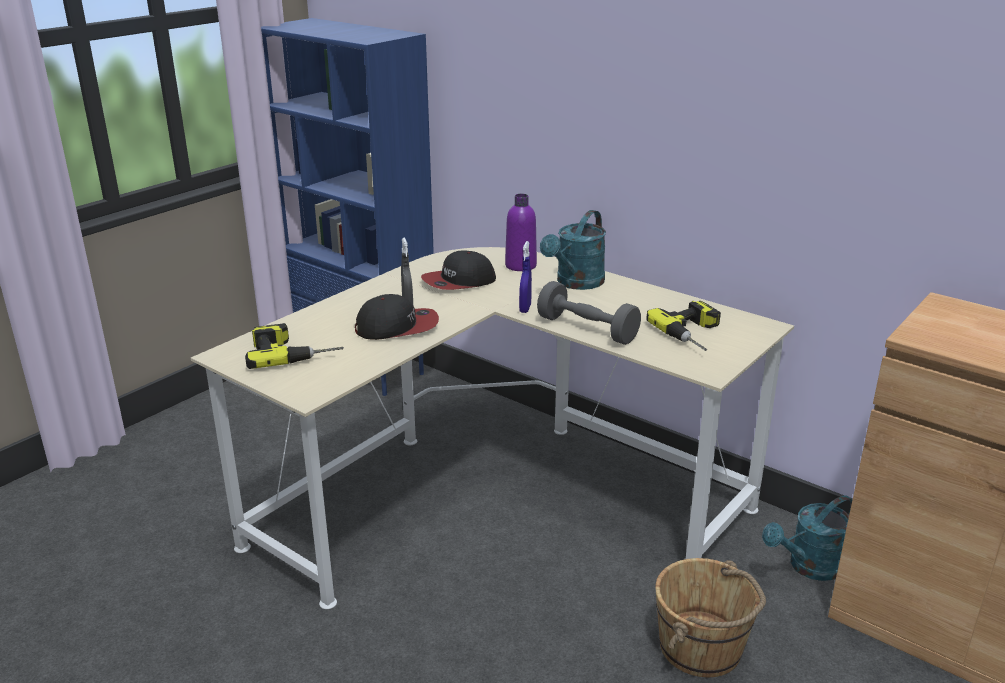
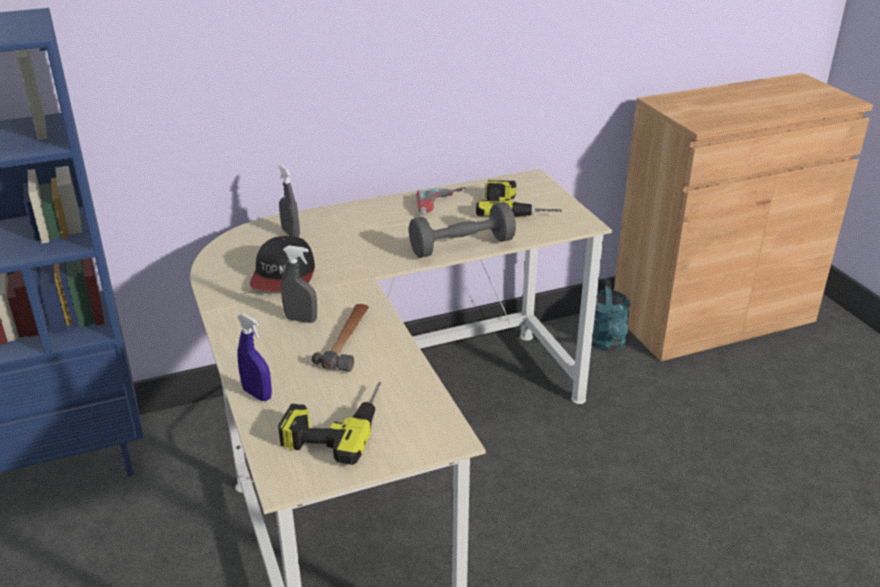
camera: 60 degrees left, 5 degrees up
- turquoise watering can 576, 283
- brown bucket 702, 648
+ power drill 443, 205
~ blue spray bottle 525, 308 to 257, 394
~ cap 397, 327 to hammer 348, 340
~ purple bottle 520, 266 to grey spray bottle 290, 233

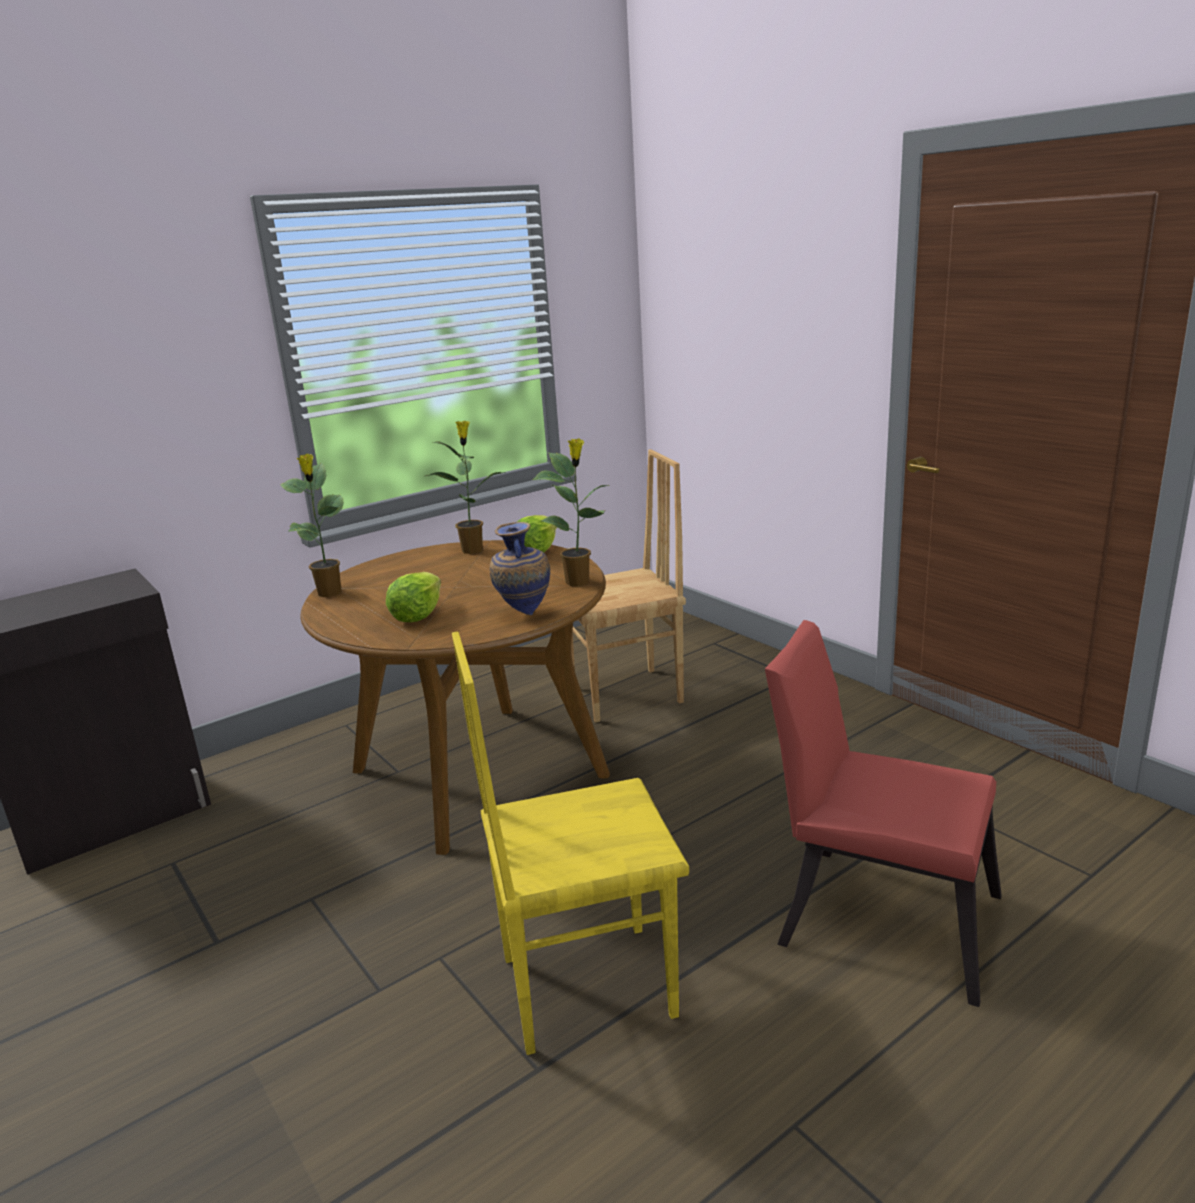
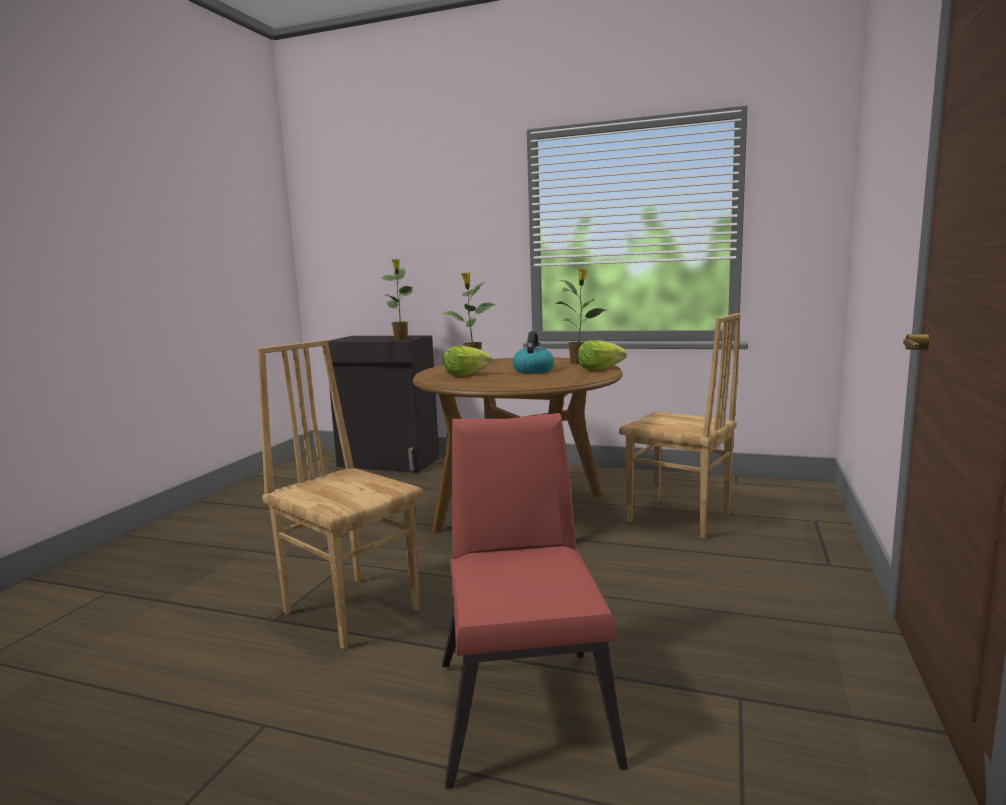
camera: 55 degrees right, 10 degrees down
- vase 523, 614
+ kettle 533, 370
~ potted plant 579, 582 to 401, 339
~ yellow chair 585, 984 to brown chair 352, 609

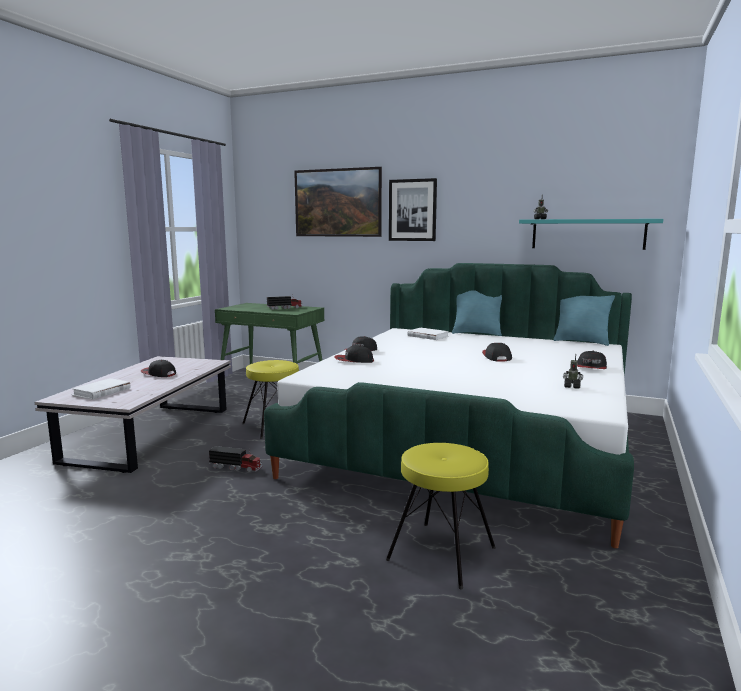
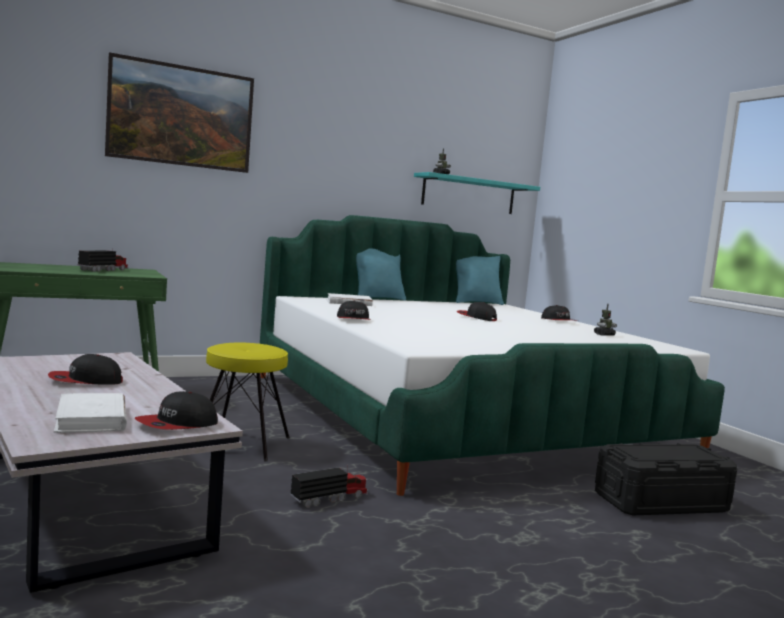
camera: 50 degrees left, 5 degrees down
- picture 412, 210
~ cap 353, 360 to 177, 424
~ yellow stool 442, 554 to black storage box 661, 502

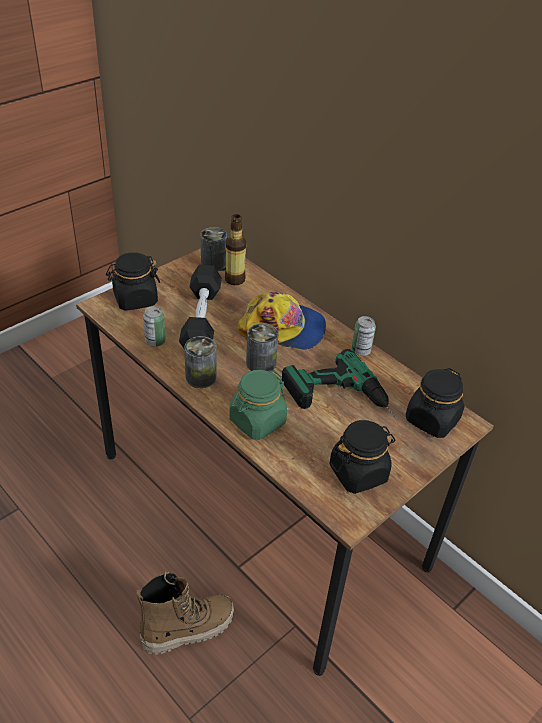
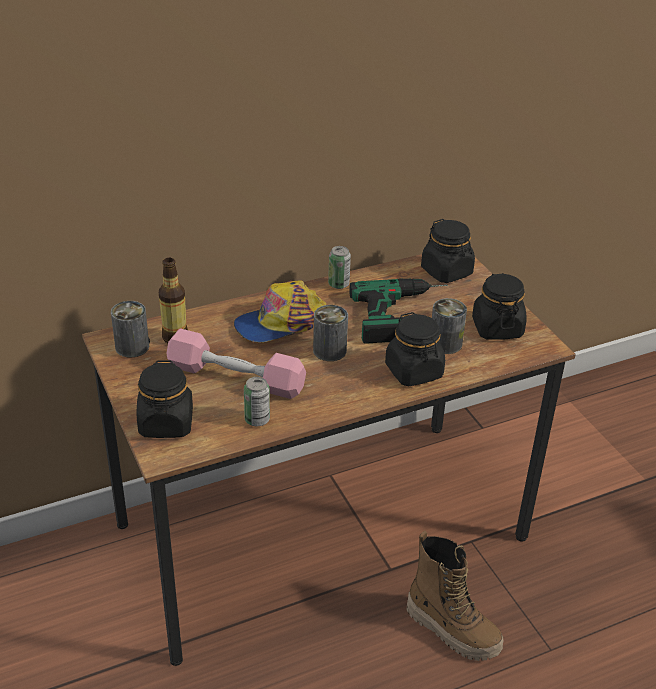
camera: 70 degrees left, 5 degrees down
~ can 201, 377 to 445, 343
~ black dumbbell 201, 320 to pink dumbbell 235, 377
~ green jar 257, 421 to black jar 414, 371
~ boot 188, 628 = 452, 629 135 degrees clockwise
~ cap 283, 328 = 281, 323 150 degrees counterclockwise

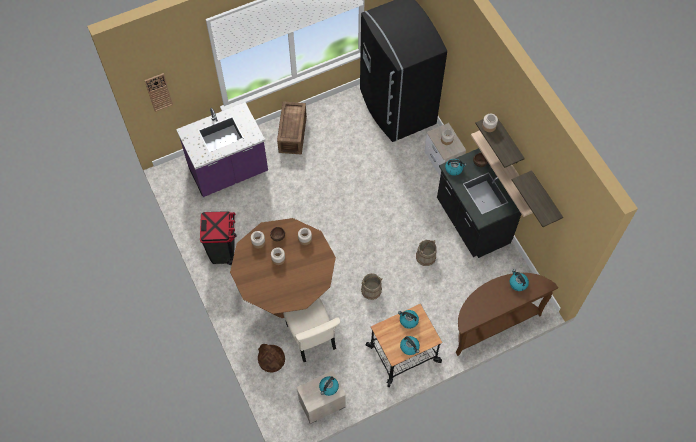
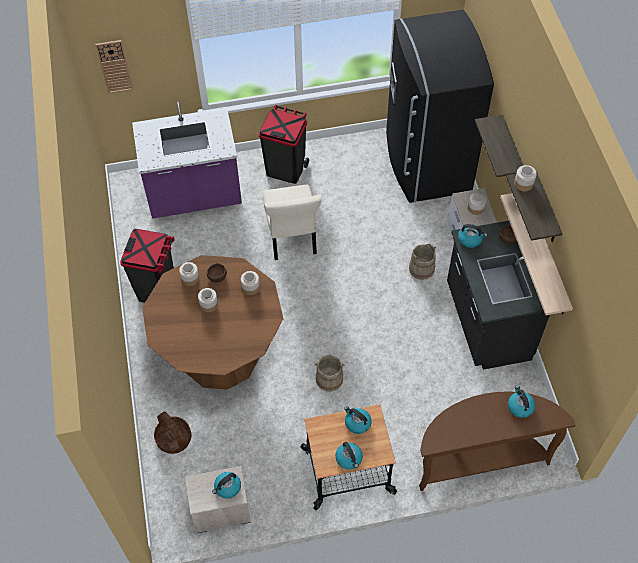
camera: 15 degrees right, 5 degrees down
~ beige chair 312, 339 to 291, 238
~ beige bucket 426, 257 to 421, 269
~ shelf 545, 198 to 511, 151
~ crate 291, 134 to black trash can 285, 169

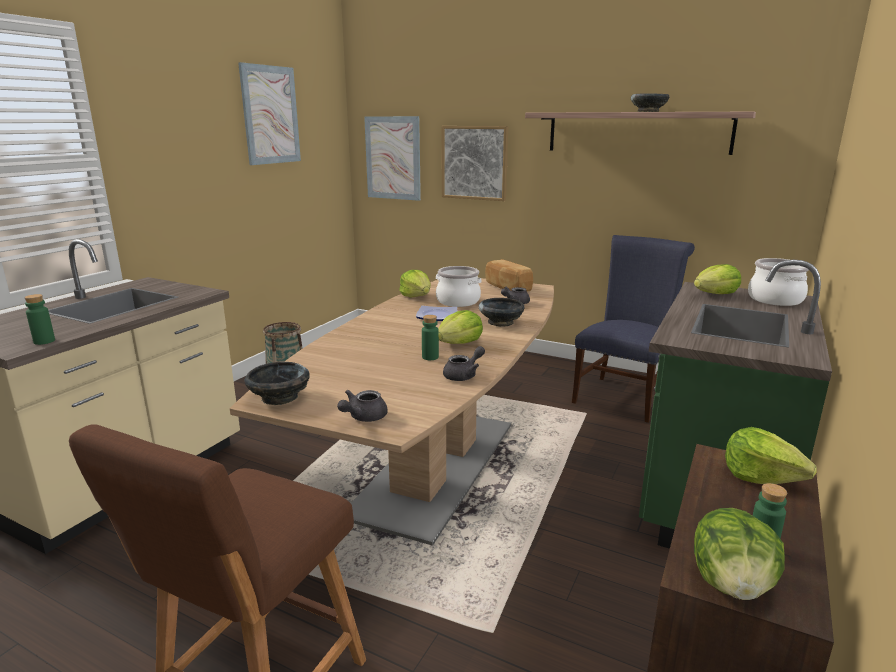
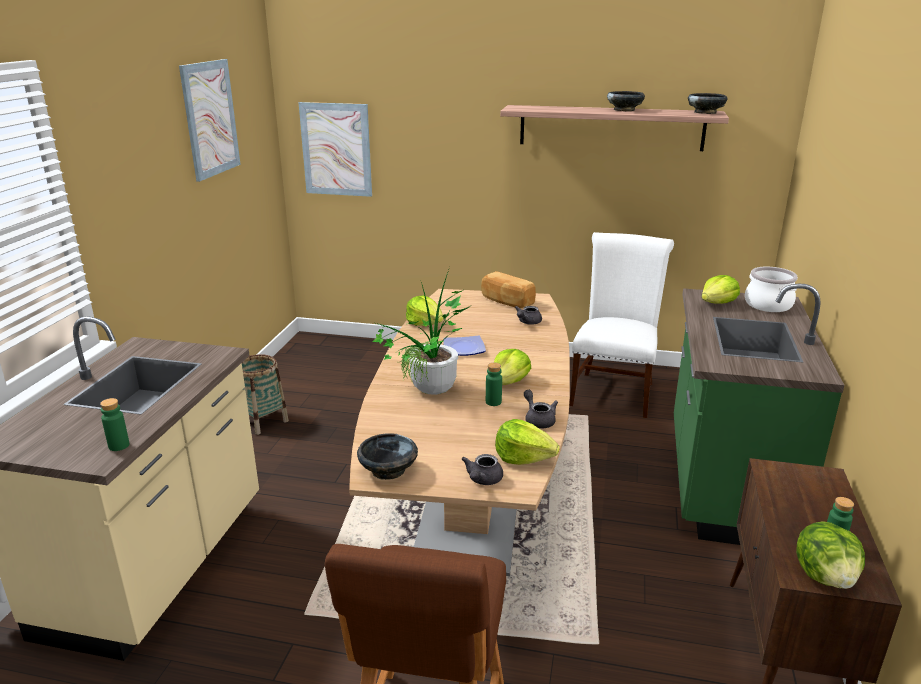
camera: 15 degrees left, 5 degrees up
- cooking pot 458, 301
- picture 474, 163
+ potted plant 430, 394
~ black bowl 501, 322 to 705, 112
~ lettuce 760, 476 to 523, 457
~ blue chair 623, 396 to white chair 613, 391
~ grey teapot 464, 375 = 538, 420 60 degrees counterclockwise

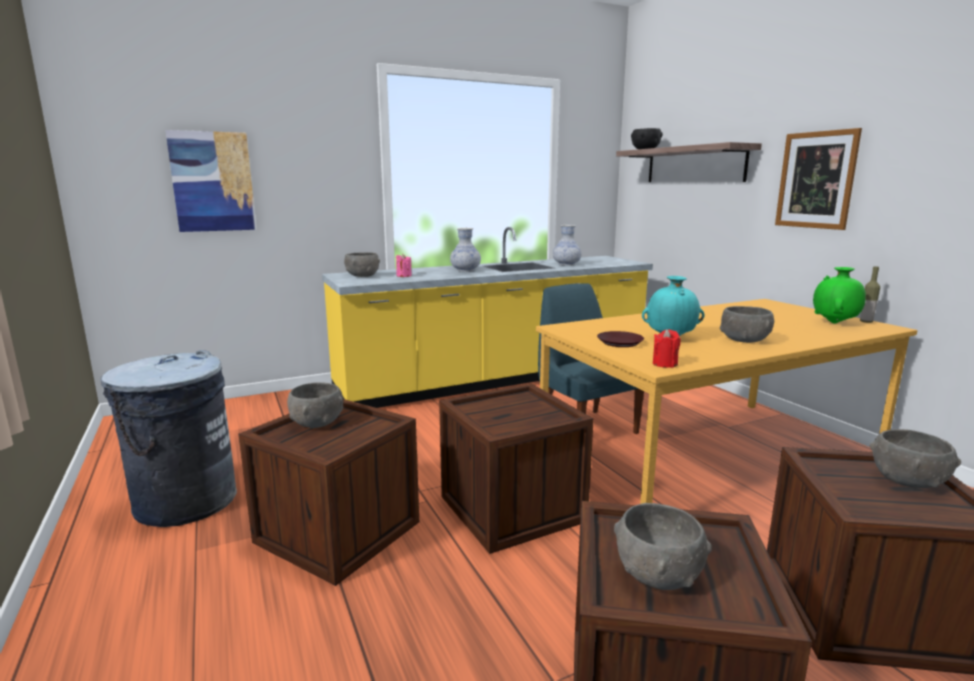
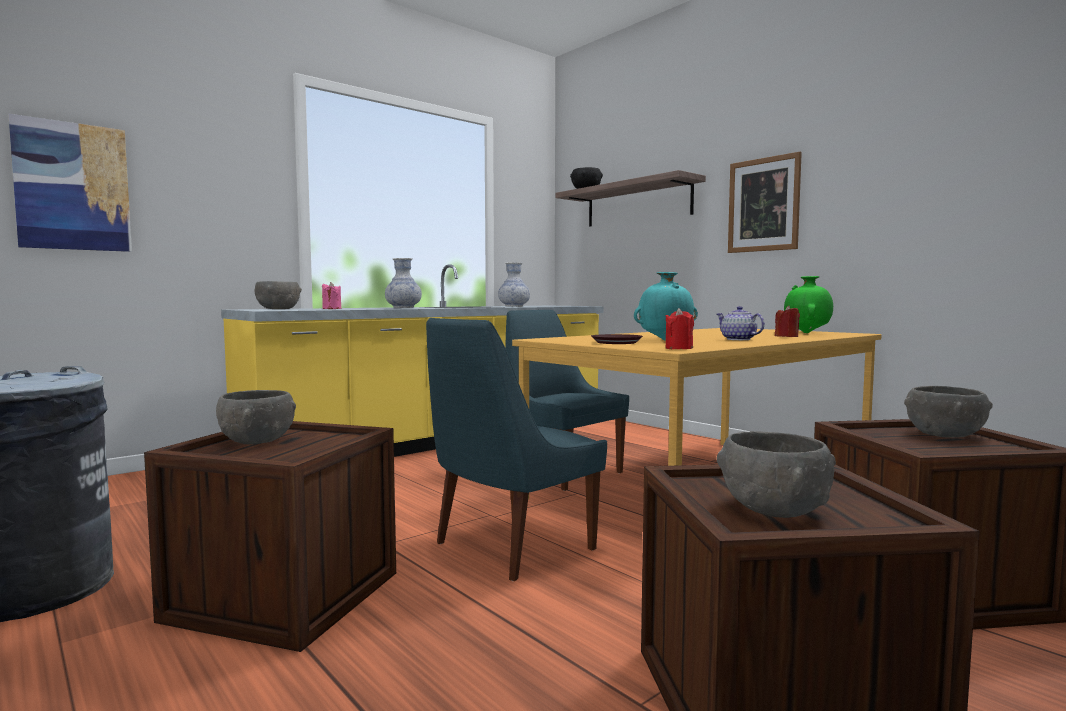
camera: 15 degrees left, 10 degrees down
- bottle 866, 322
+ red candle 786, 336
~ crate 511, 508 to blue chair 509, 548
~ grey bowl 744, 340 to teapot 738, 339

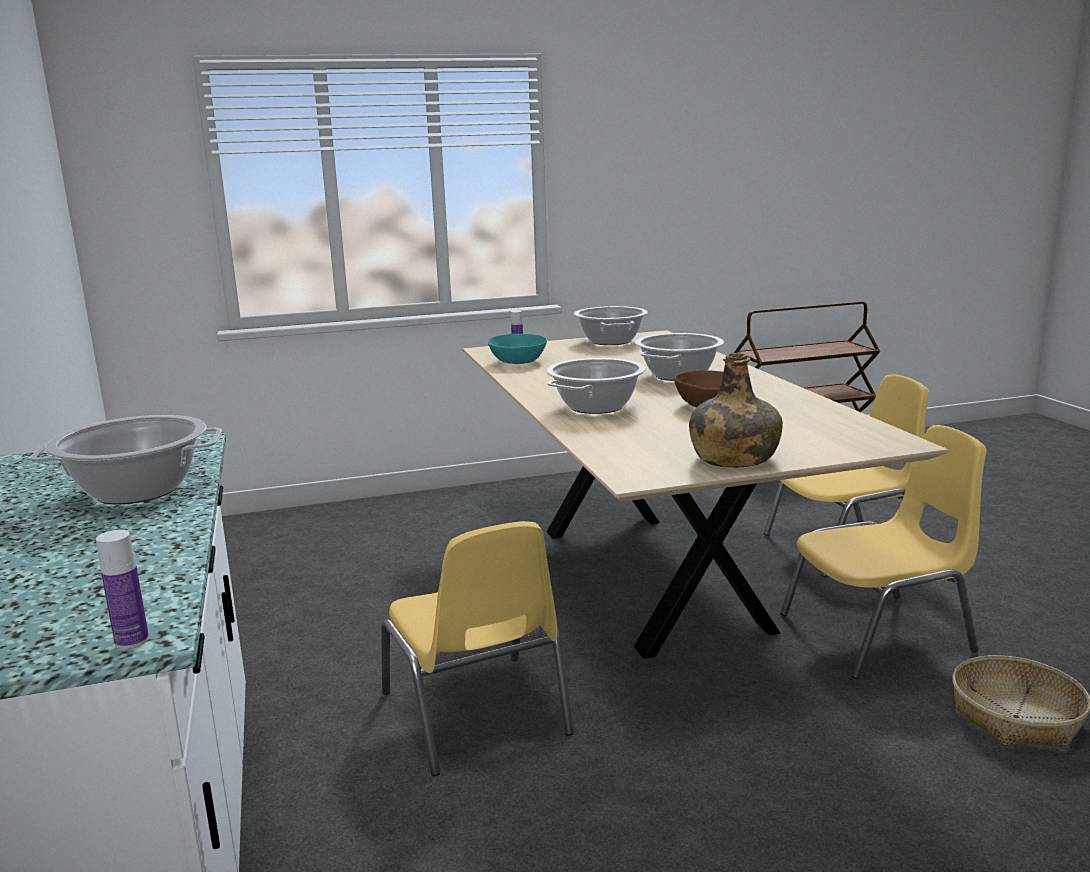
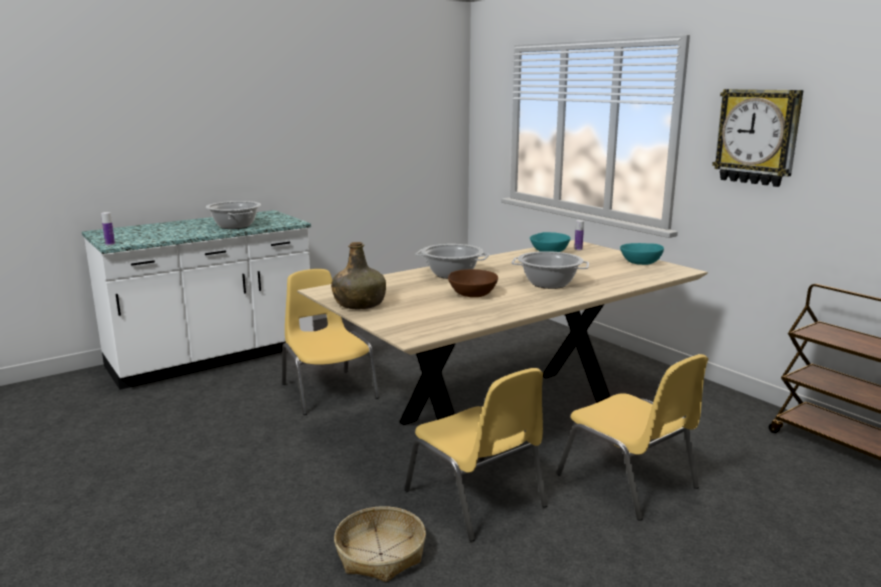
camera: 70 degrees right, 0 degrees up
+ wall clock 757, 137
~ cooking pot 611, 341 to turquoise bowl 640, 263
~ yellow chair 477, 714 = 328, 390 105 degrees clockwise

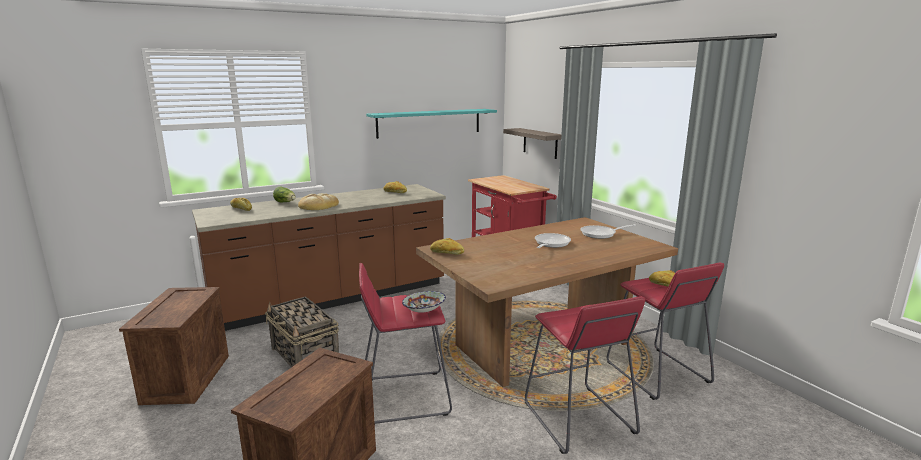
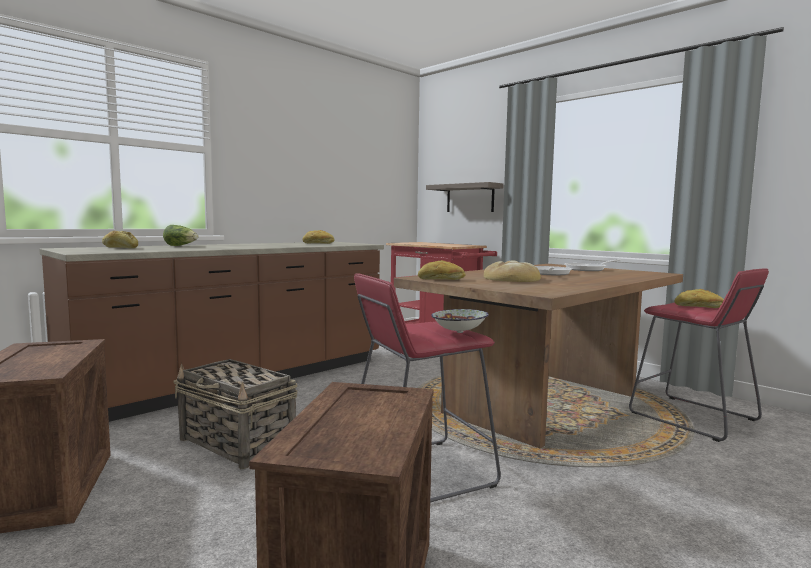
camera: 15 degrees left, 10 degrees down
- turquoise shelf 429, 123
- red stool 578, 419
~ bread 318, 206 to 512, 279

